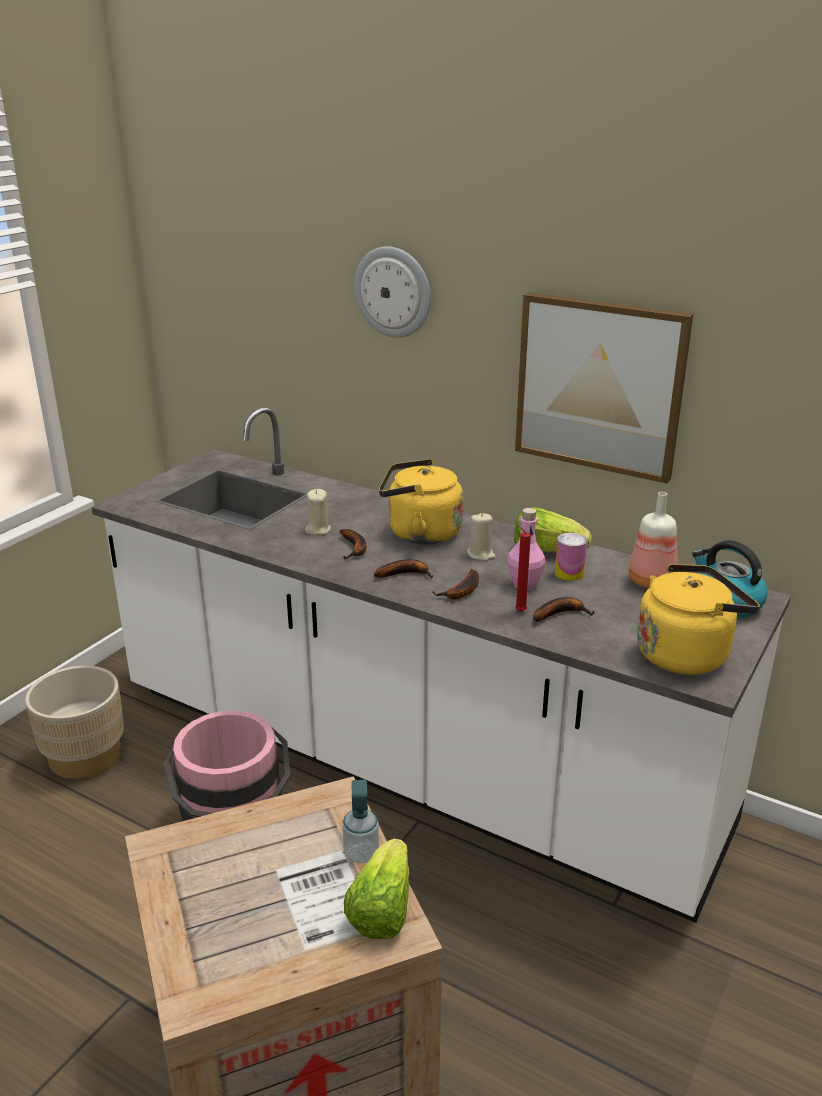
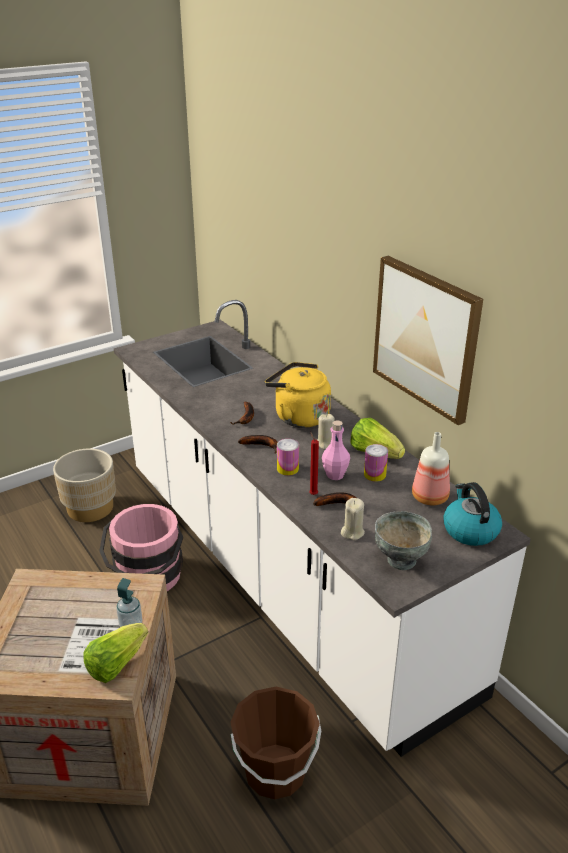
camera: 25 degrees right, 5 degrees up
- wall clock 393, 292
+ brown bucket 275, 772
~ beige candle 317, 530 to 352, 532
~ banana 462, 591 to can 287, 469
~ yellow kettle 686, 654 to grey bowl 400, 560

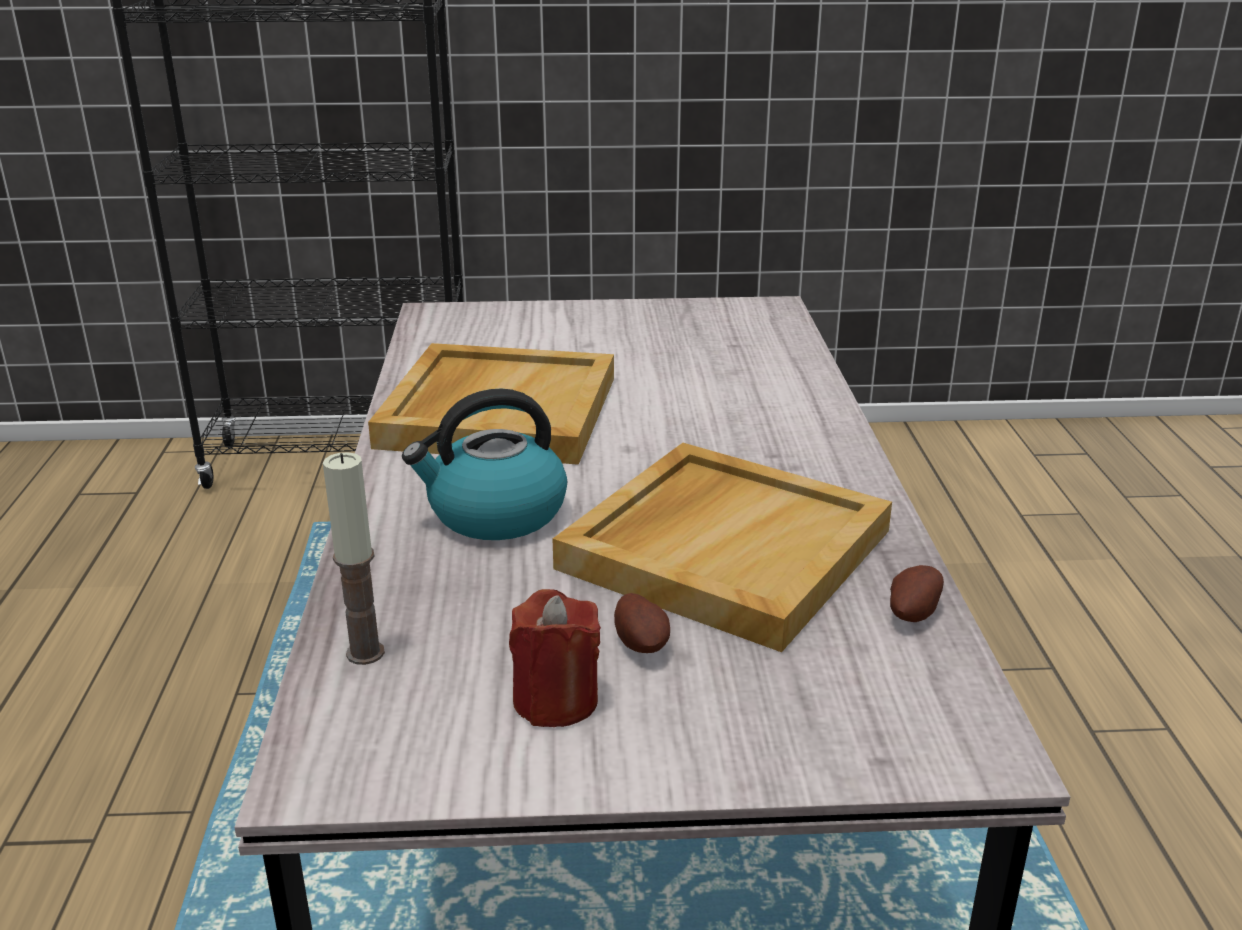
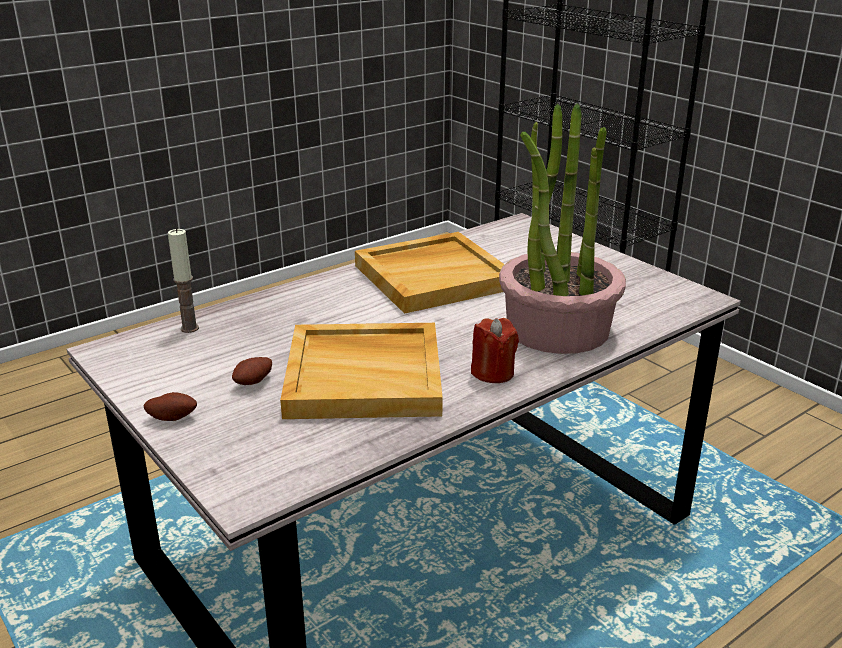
camera: 55 degrees right, 0 degrees up
- kettle 495, 514
+ potted plant 557, 329
~ red candle 556, 700 to 493, 373
~ potato 911, 612 to 172, 417

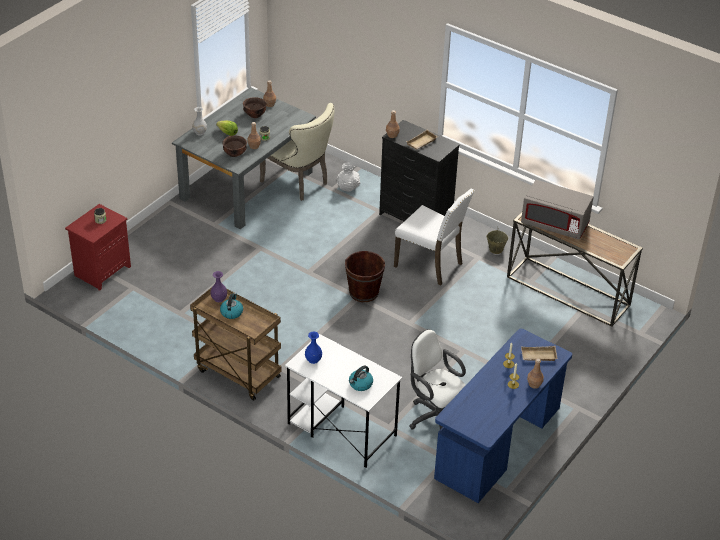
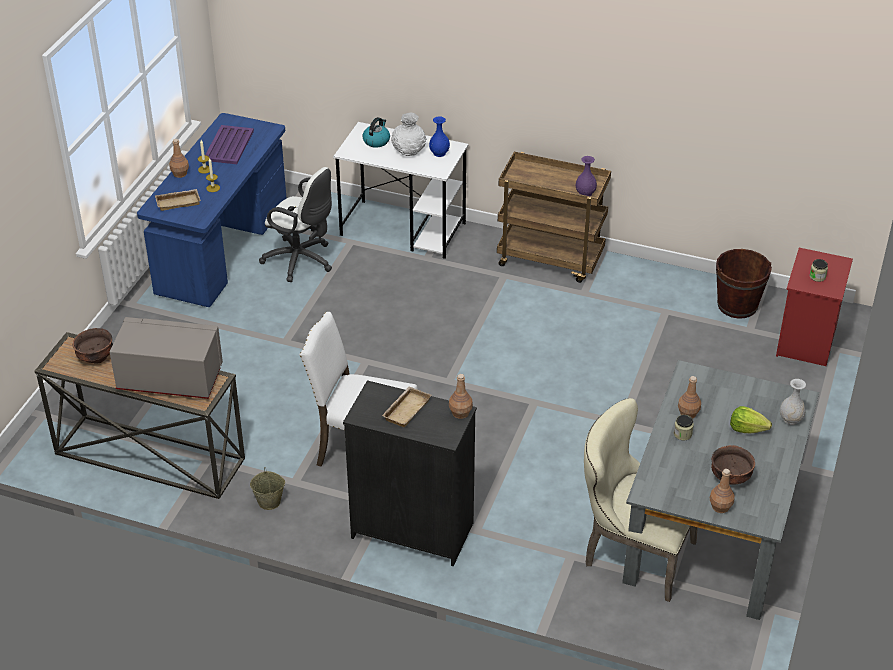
camera: 165 degrees right, 0 degrees up
- kettle 231, 312
+ purple tray 228, 146
~ brown bowl 234, 153 to 96, 358
~ white vase 348, 187 to 409, 152
~ brown bucket 364, 292 to 737, 305

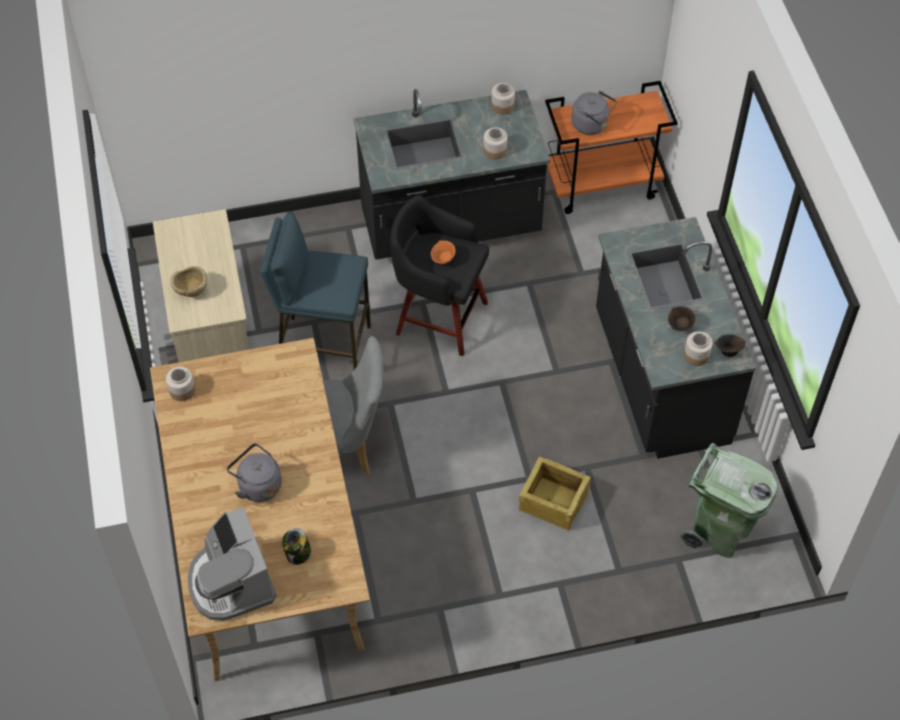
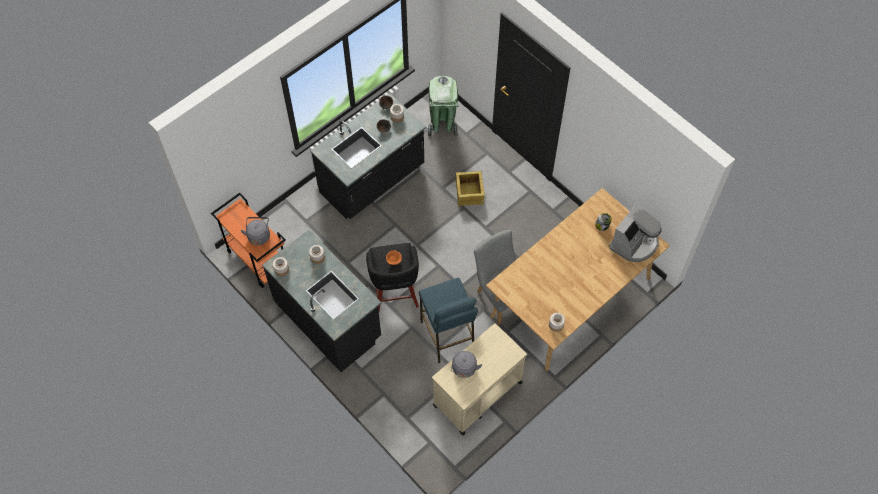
camera: 120 degrees left, 5 degrees up
- beige bowl 191, 291
~ grey kettle 257, 485 to 464, 370

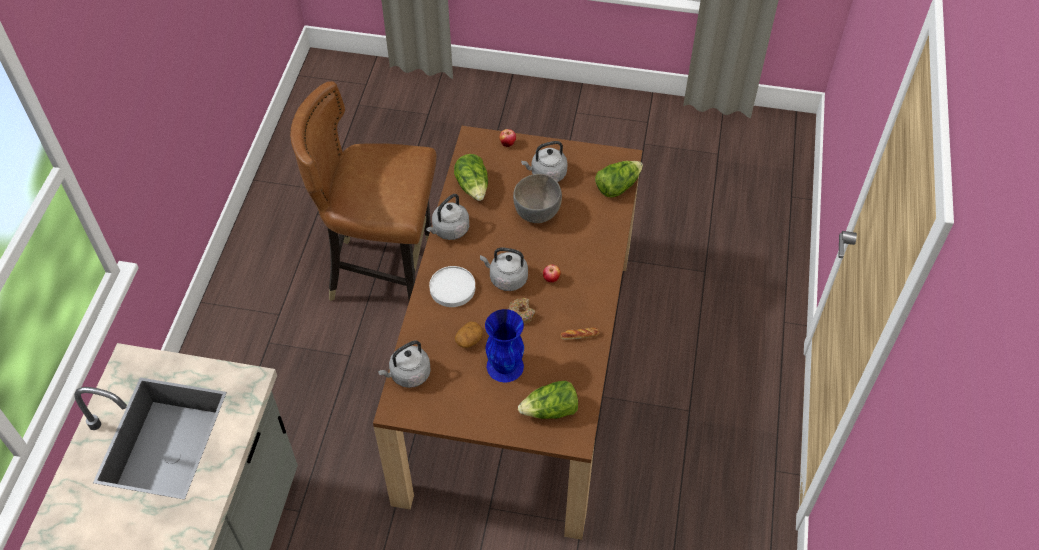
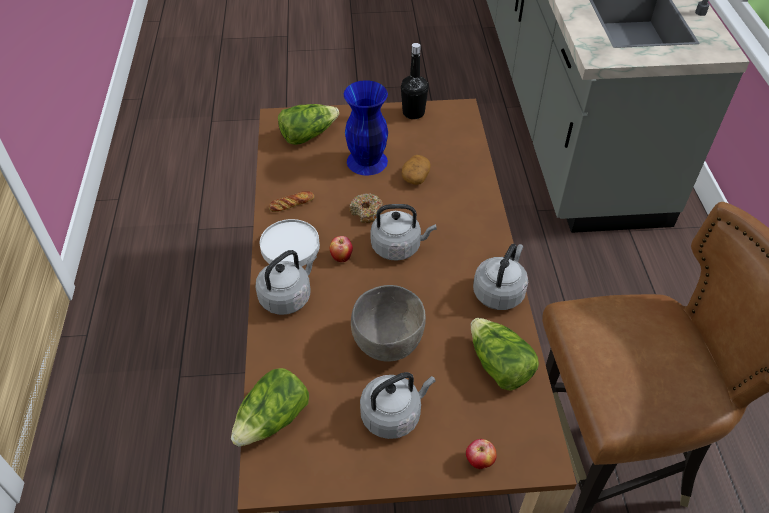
camera: 165 degrees right, 5 degrees down
+ black bottle 413, 113
~ grey kettle 408, 375 to 287, 296
~ white plate 452, 288 to 290, 247

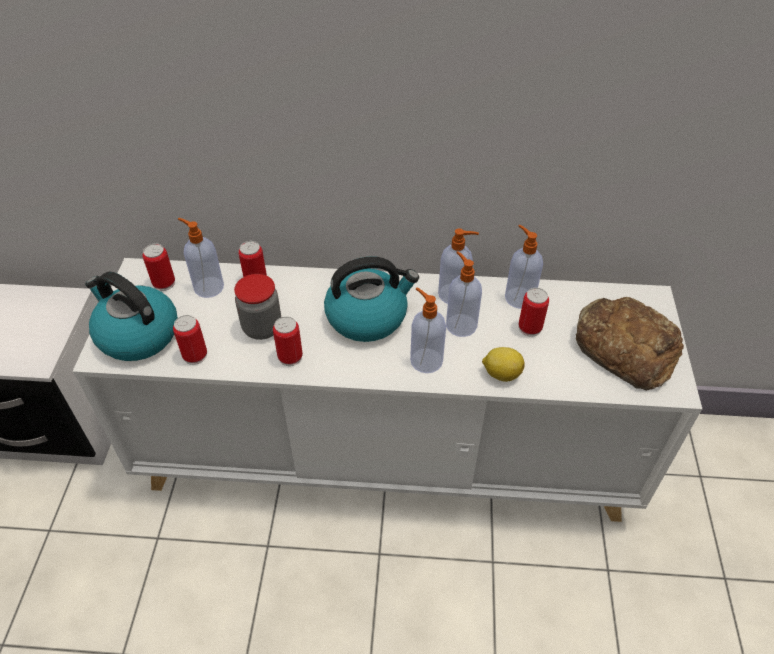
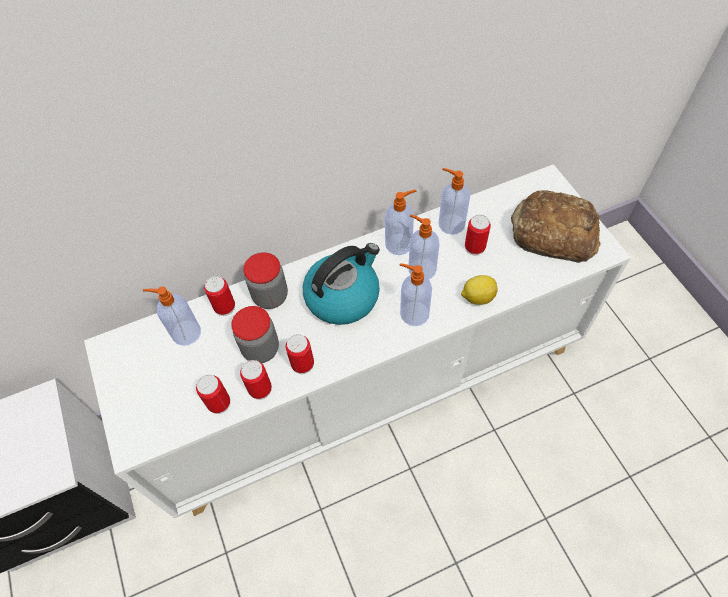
camera: 25 degrees left, 10 degrees up
- kettle 137, 334
+ jar 270, 296
~ can 164, 283 to 260, 389

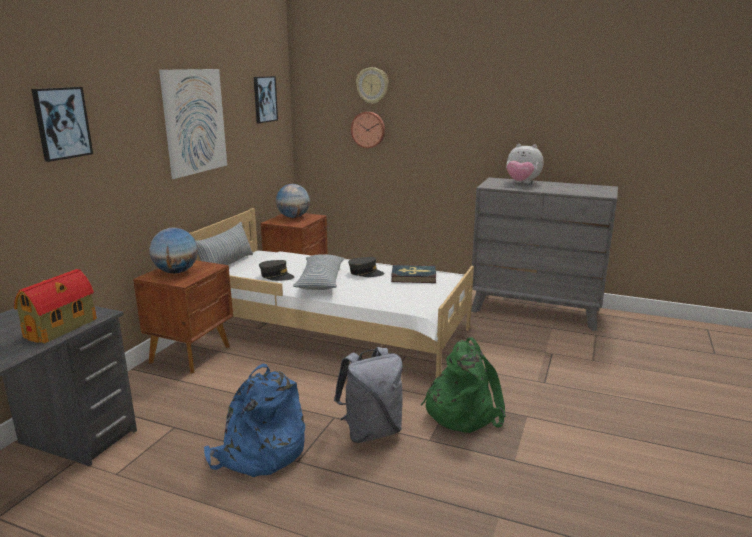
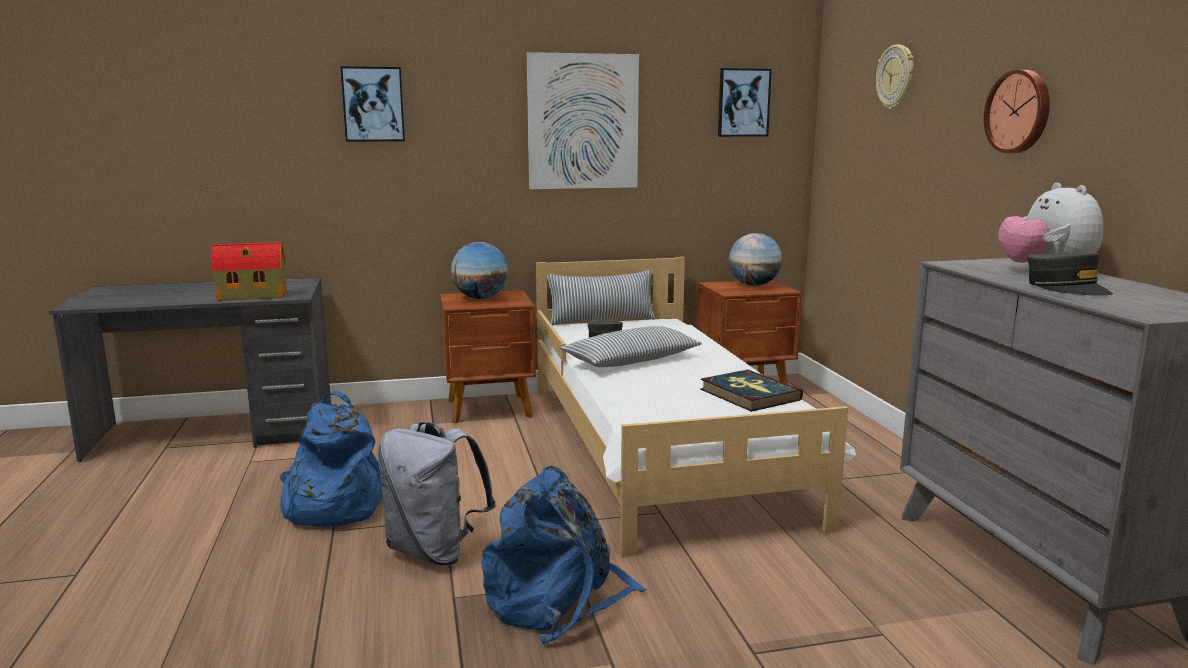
camera: 55 degrees right, 5 degrees down
~ grey cap 365, 273 to 1066, 288
~ wall clock 368, 129 to 1019, 112
~ green backpack 462, 411 to blue backpack 558, 600

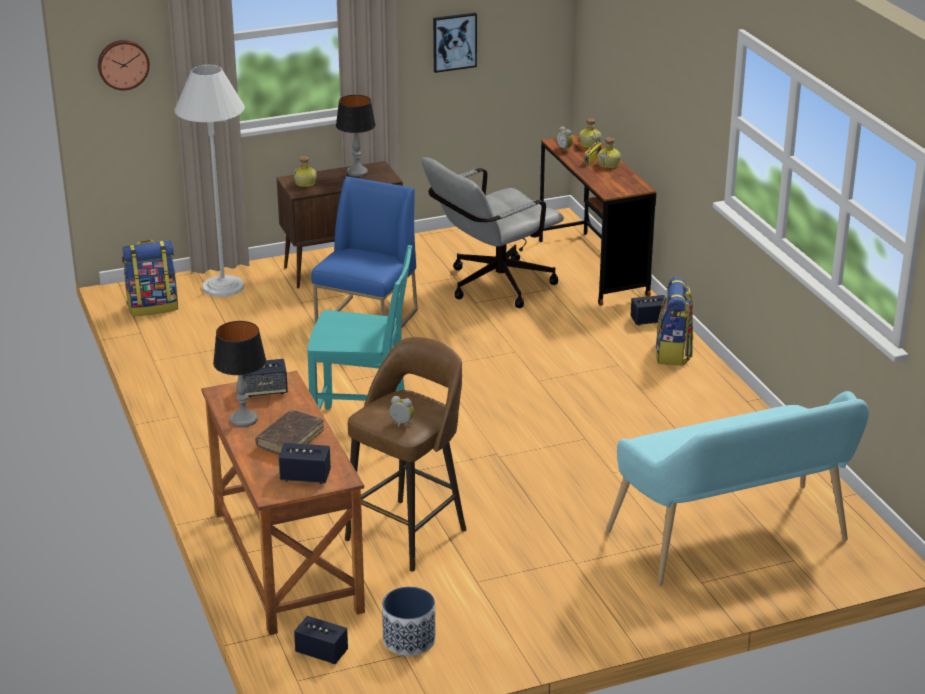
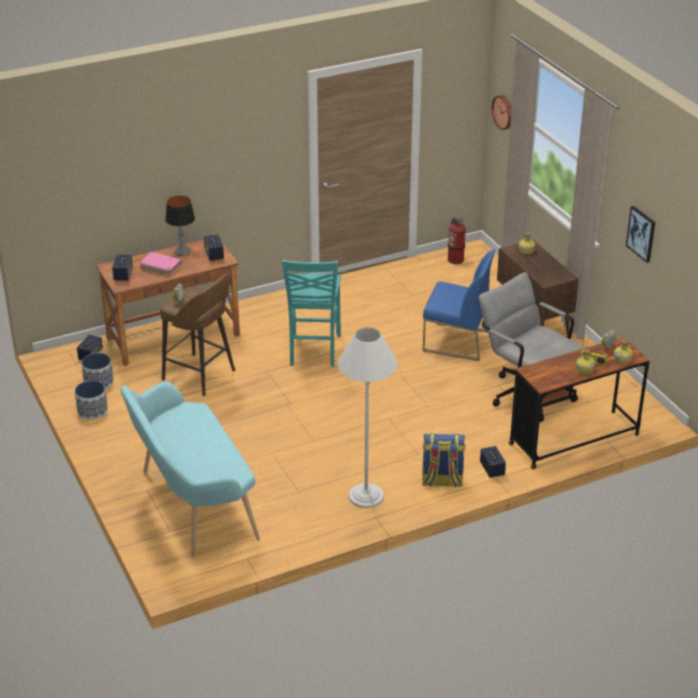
camera: 85 degrees right, 5 degrees up
- table lamp 357, 172
+ planter 92, 411
~ white floor lamp 223, 287 to 366, 496
~ backpack 153, 307 to fire extinguisher 455, 260
~ brown book 290, 440 to pink book 161, 267

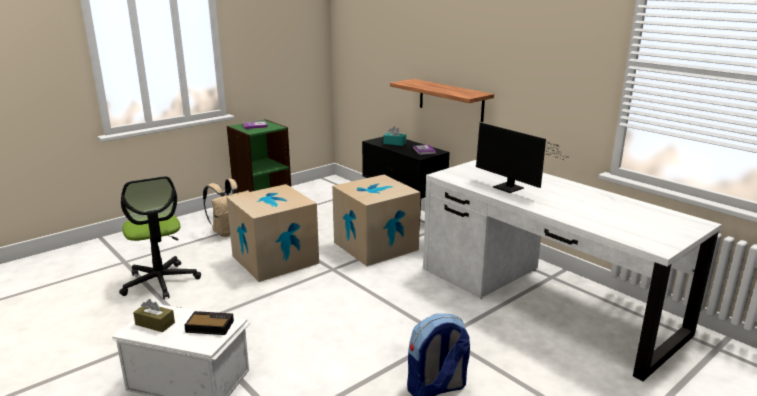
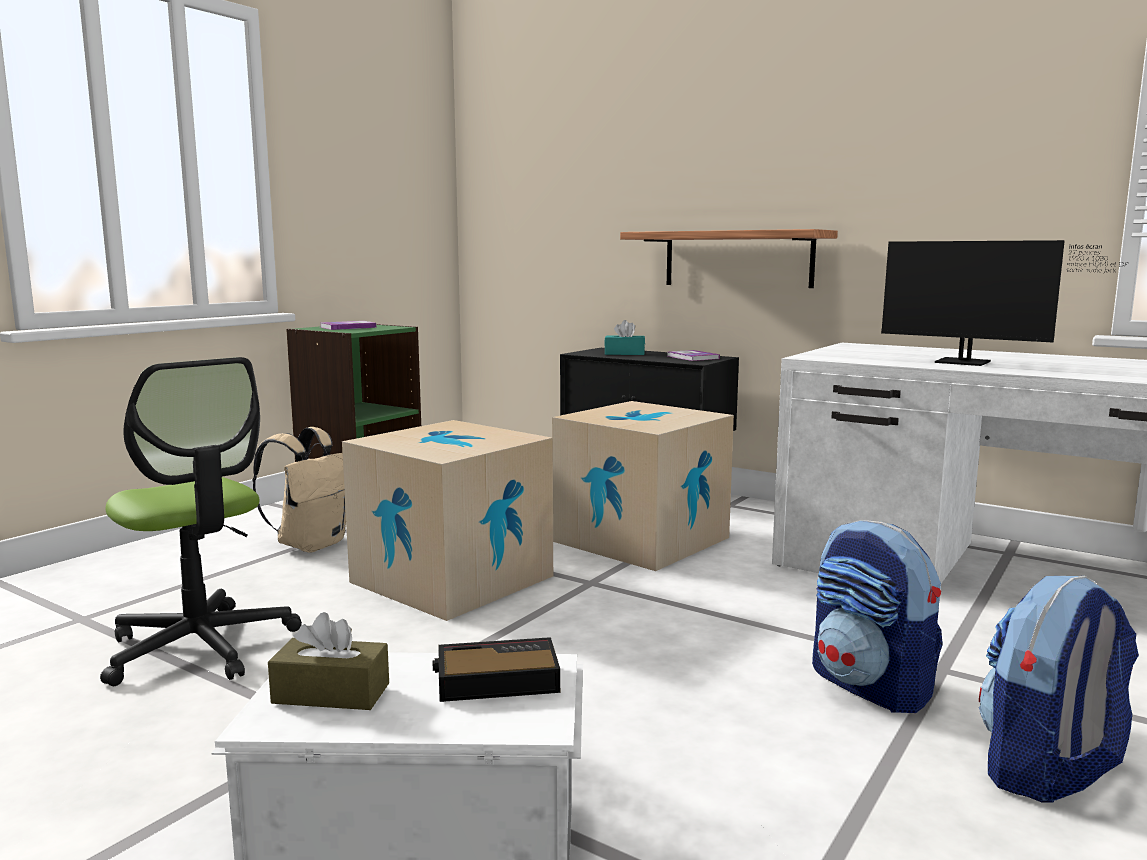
camera: 15 degrees left, 10 degrees down
+ backpack 871, 686

